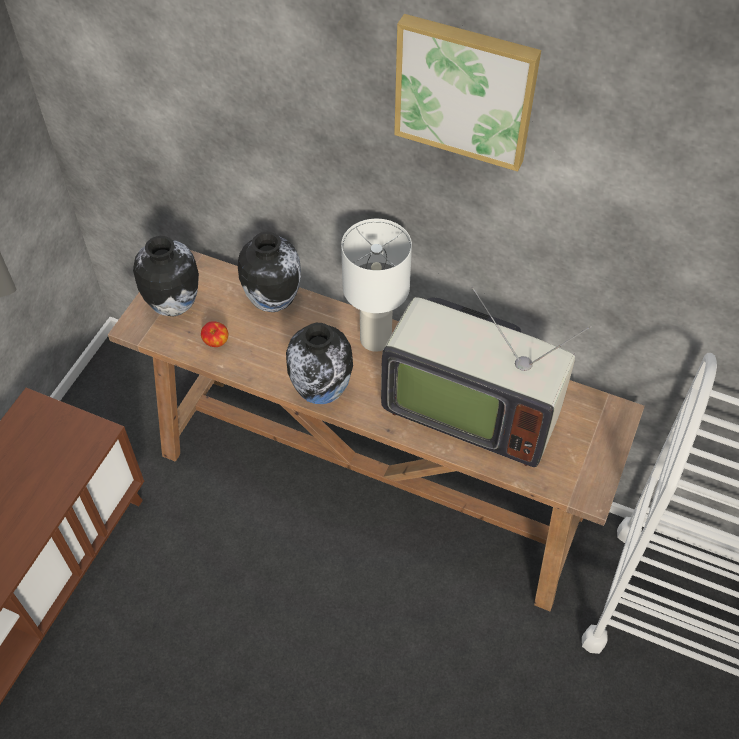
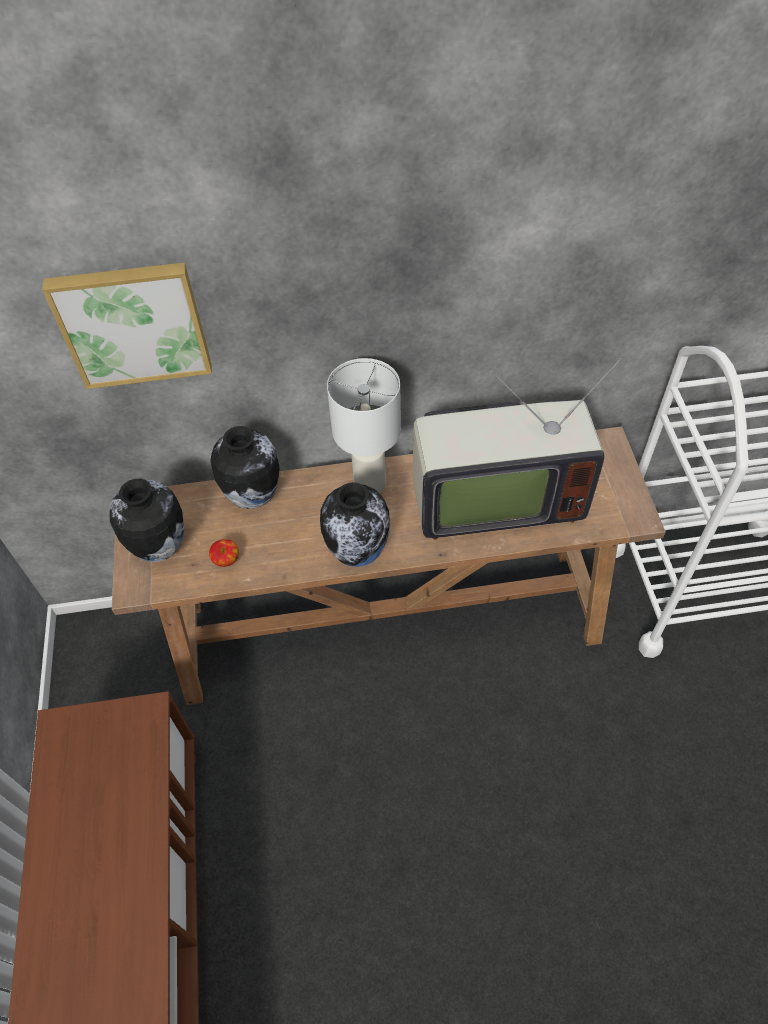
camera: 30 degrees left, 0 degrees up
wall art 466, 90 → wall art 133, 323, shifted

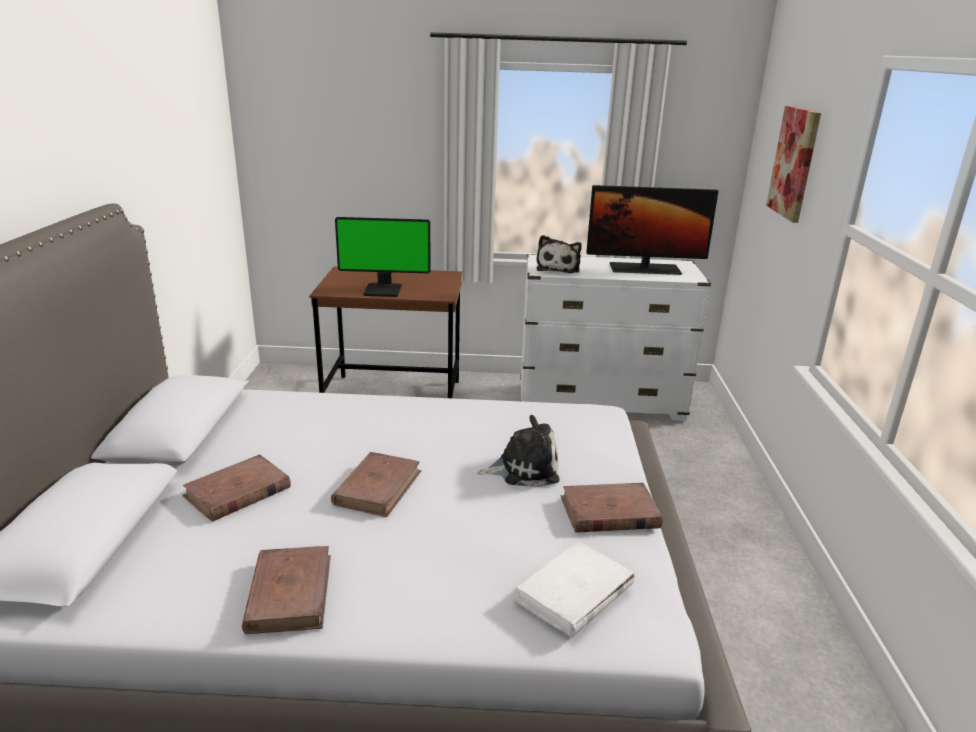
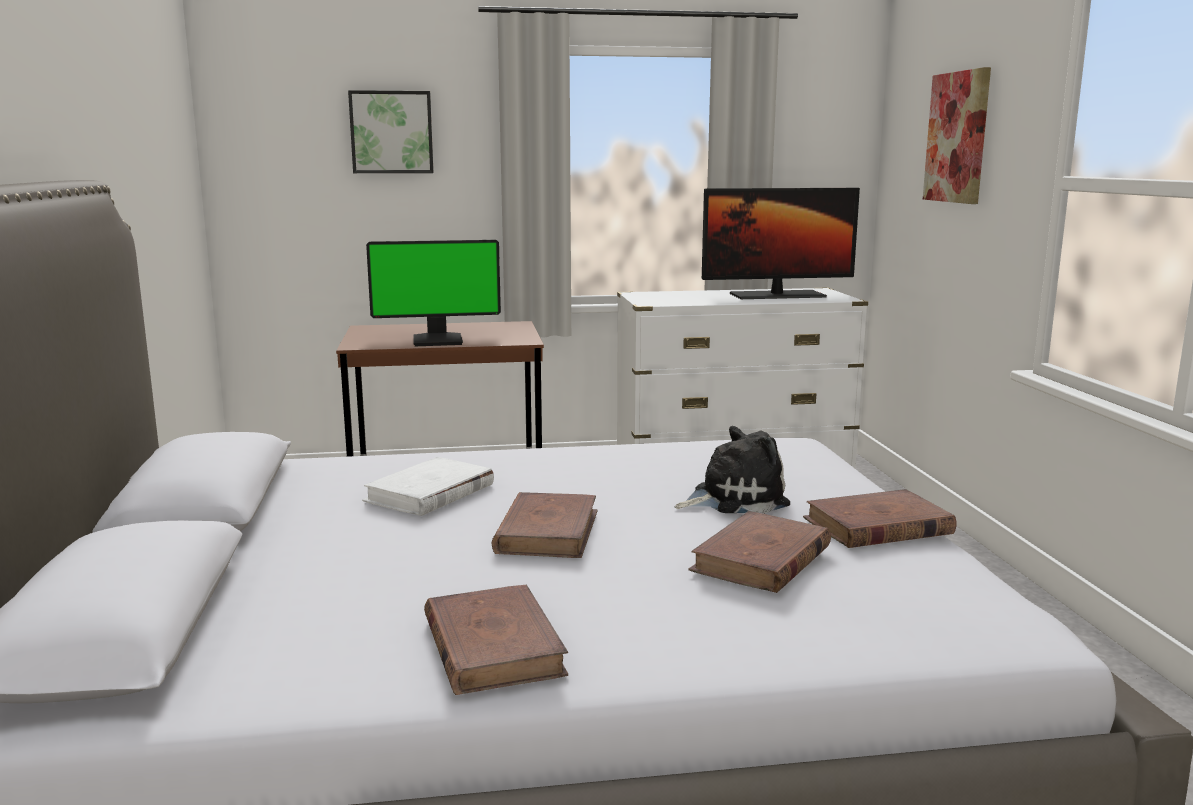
camera: 10 degrees left, 10 degrees down
soft toy 558, 268 → -
- → wall art 391, 132
brown bound book 237, 492 → brown bound book 761, 559, shifted
white bound book 574, 593 → white bound book 429, 493, shifted

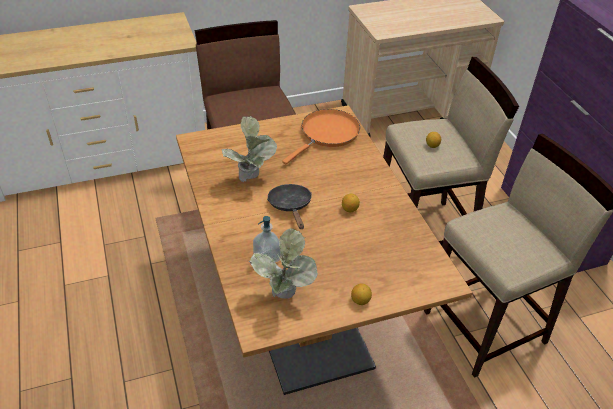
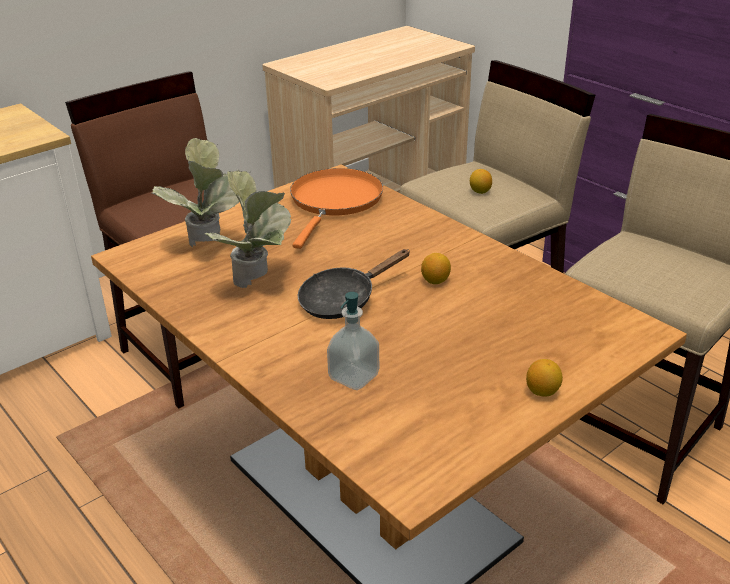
camera: 20 degrees left, 10 degrees down
plant in a pot 284, 299 → plant in a pot 208, 247, shifted
blackish pan 290, 206 → blackish pan 343, 300, 90 degrees counterclockwise

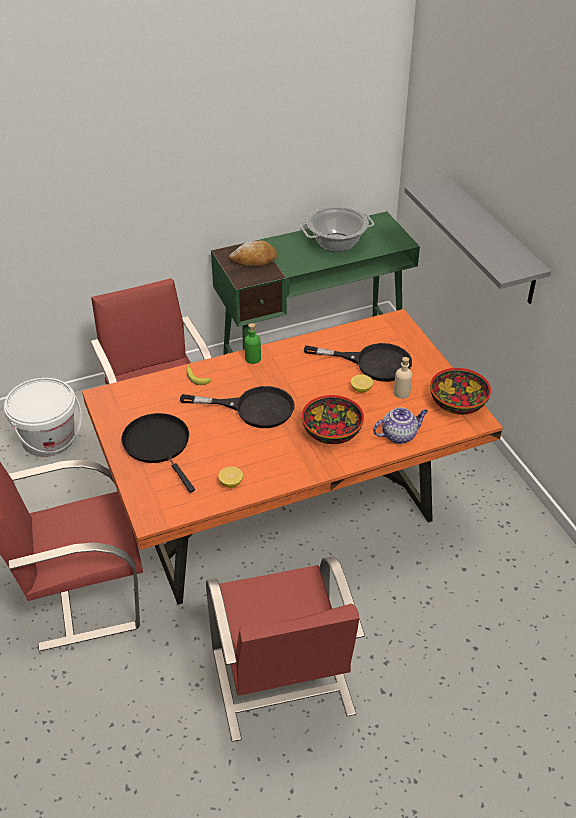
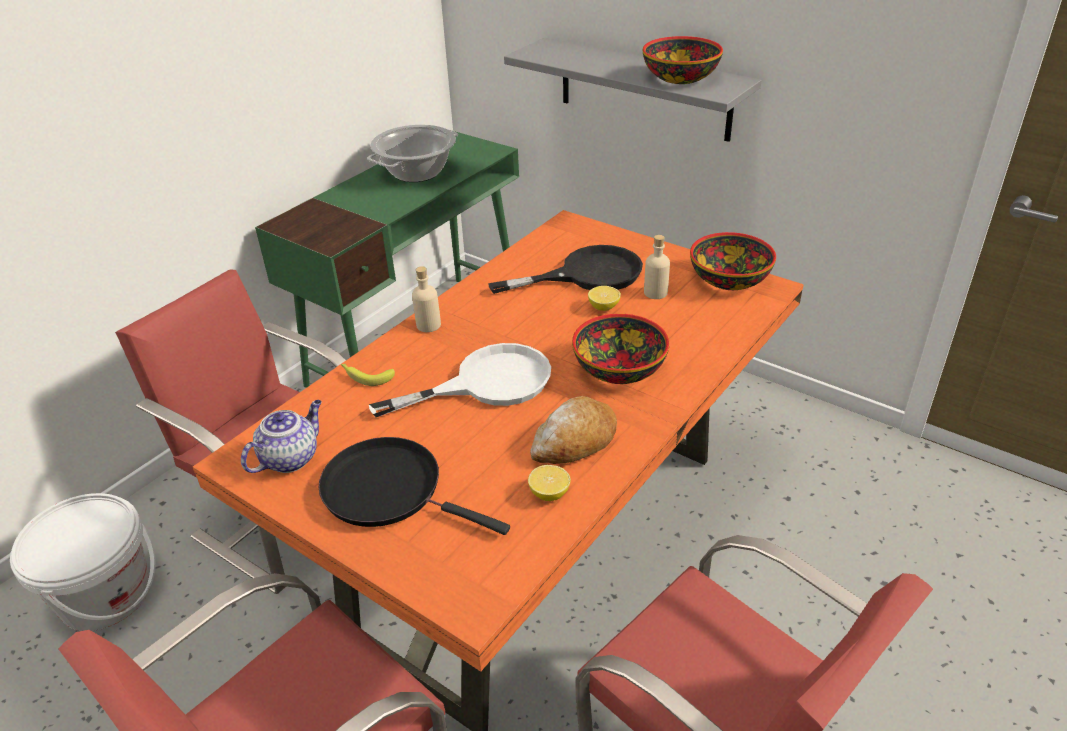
camera: 30 degrees left, 5 degrees down
- → serving bowl 681, 77
bread 254, 260 → bread 574, 441, shifted
pot for tea 399, 435 → pot for tea 290, 458, shifted
blackish pan 253, 408 → white pan 487, 383
green bottle 253, 359 → beige bottle 428, 325

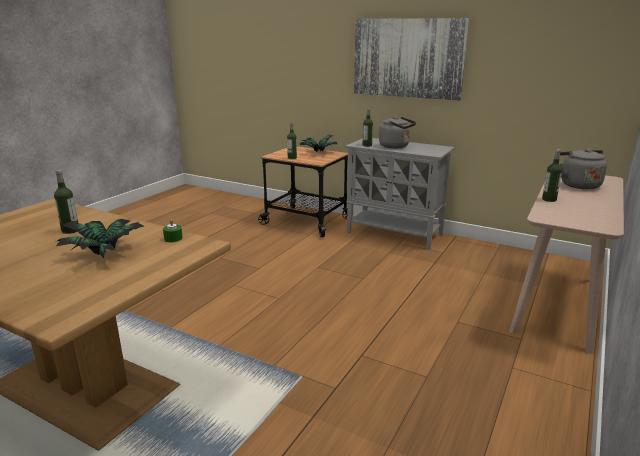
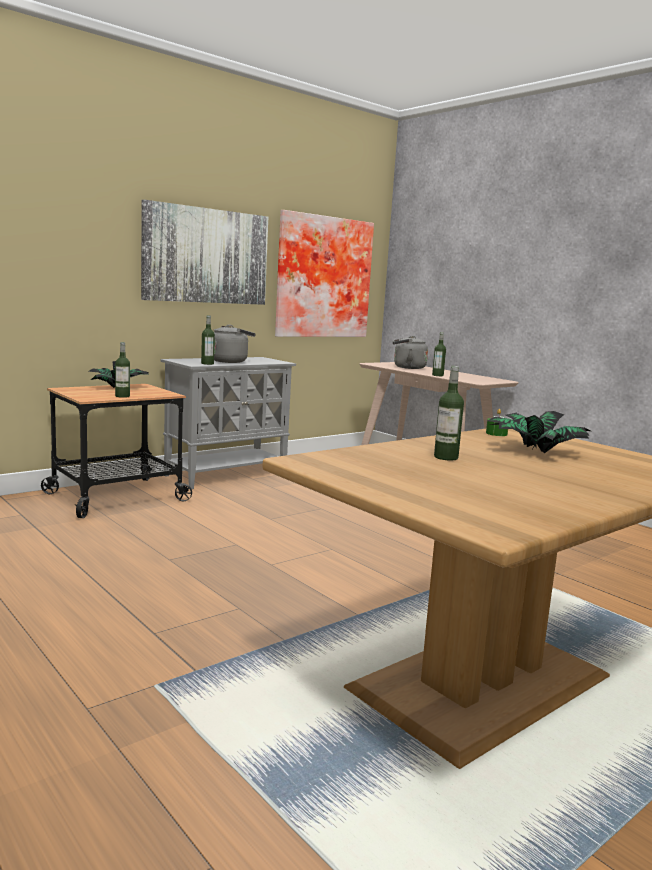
camera: 70 degrees left, 10 degrees down
- → wall art 322, 277

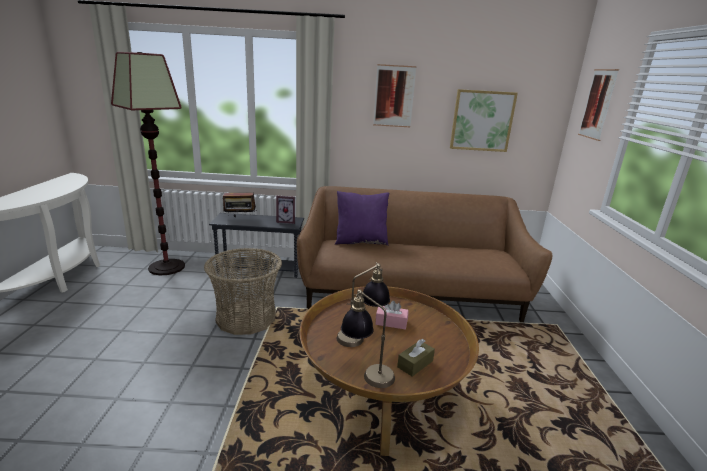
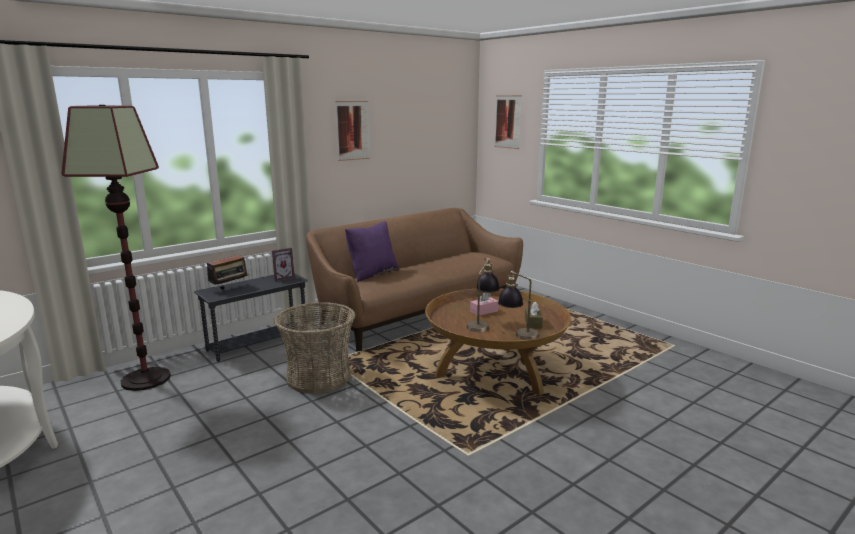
camera: 40 degrees left, 5 degrees down
wall art 482, 121 → -

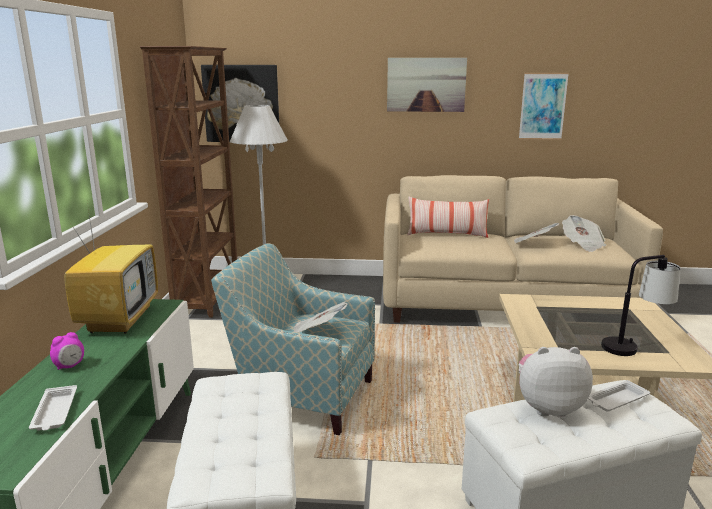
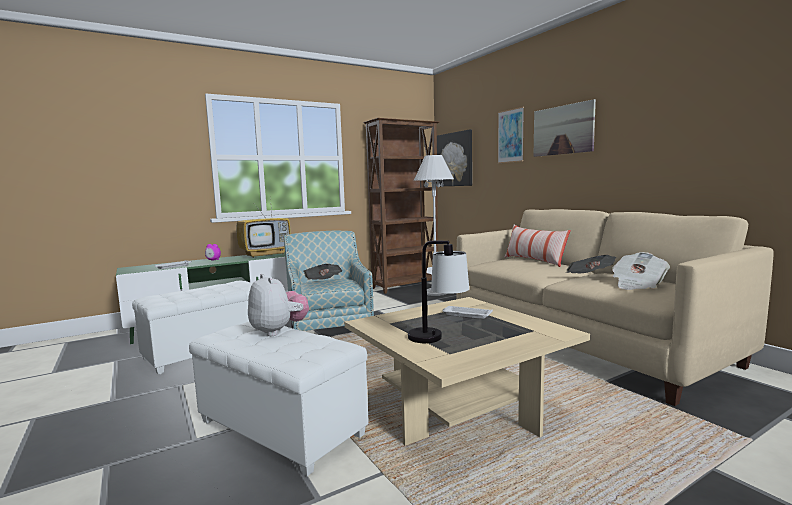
camera: 55 degrees right, 10 degrees down
wall art 543, 106 → wall art 510, 136, shifted
white carrying tray 616, 400 → white carrying tray 466, 314, shifted

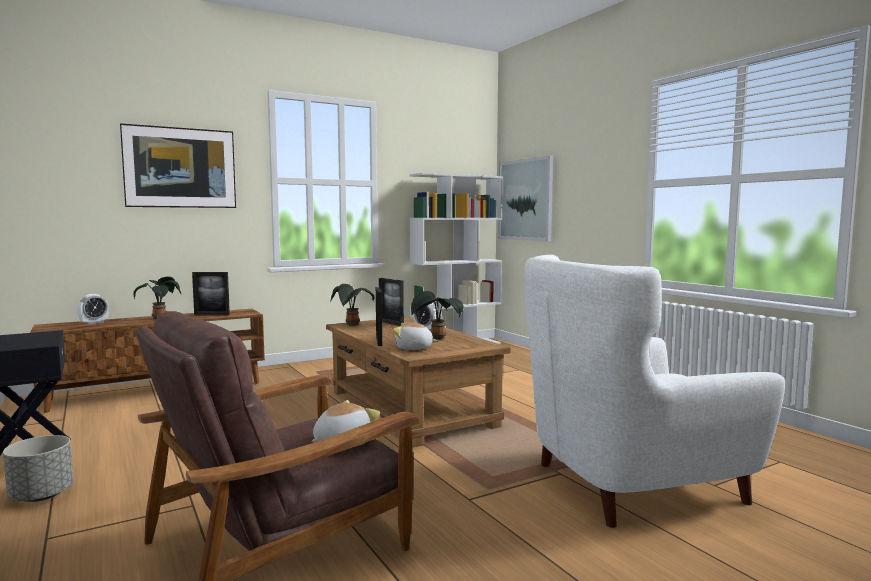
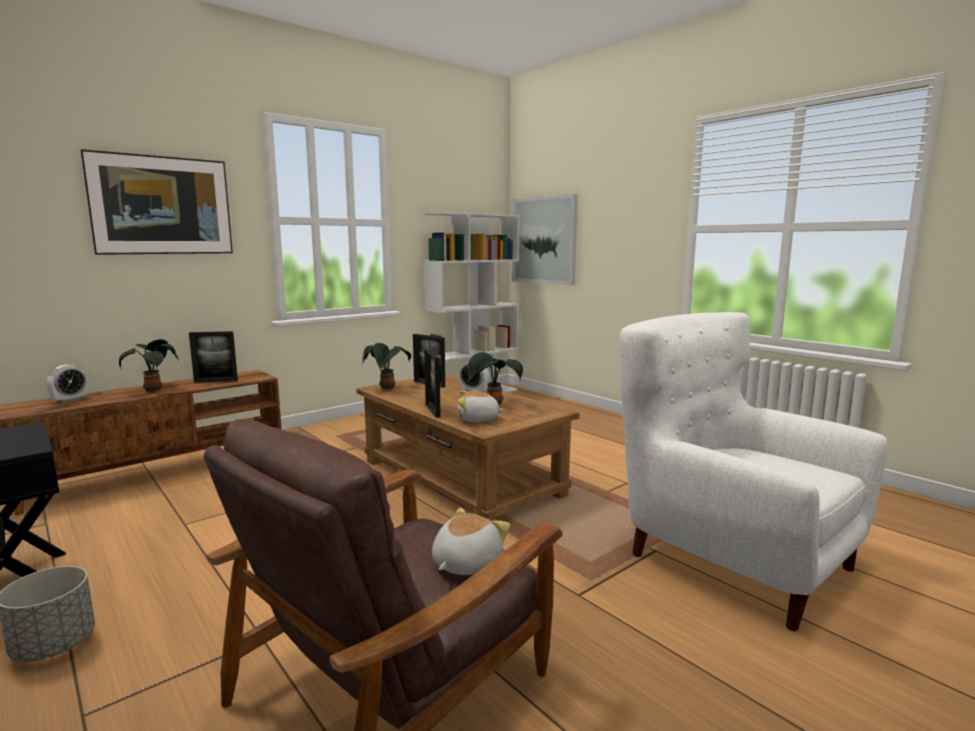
camera: 10 degrees left, 5 degrees up
white easy chair 631, 484 → white easy chair 731, 558, 75 degrees clockwise

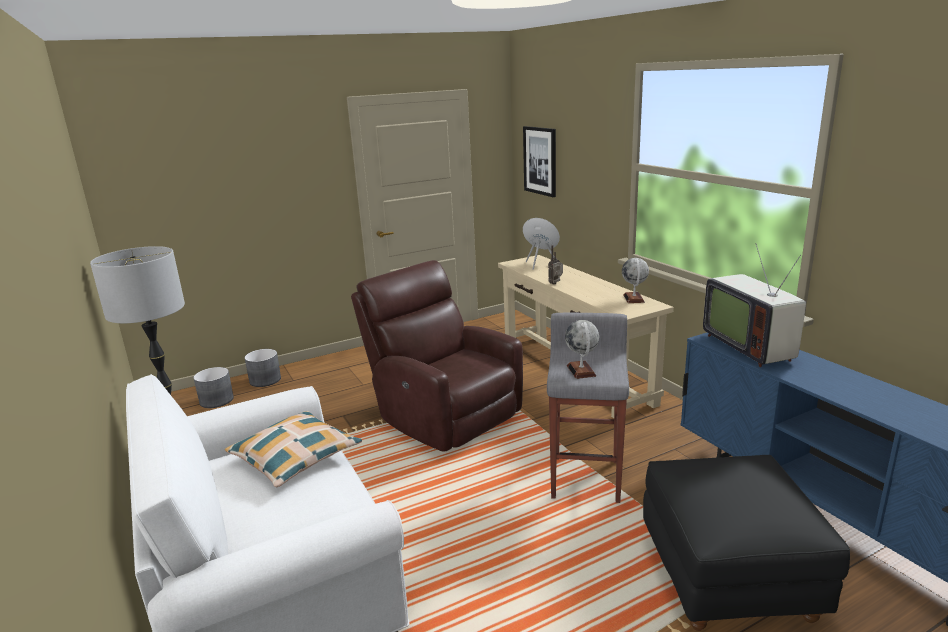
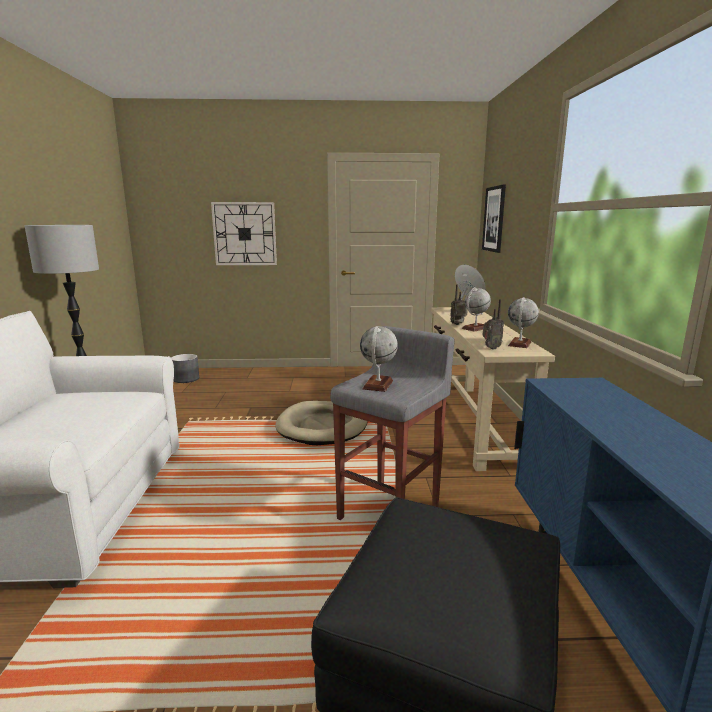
camera: 25 degrees right, 5 degrees down
cushion 295, 457 → -
greyish planter 265, 380 → -
TV 750, 346 → -
- → clock on the wall 244, 234
- → globe 475, 328
- → radio receiver 490, 348
brown easy chair 444, 416 → beige pet bed 323, 426

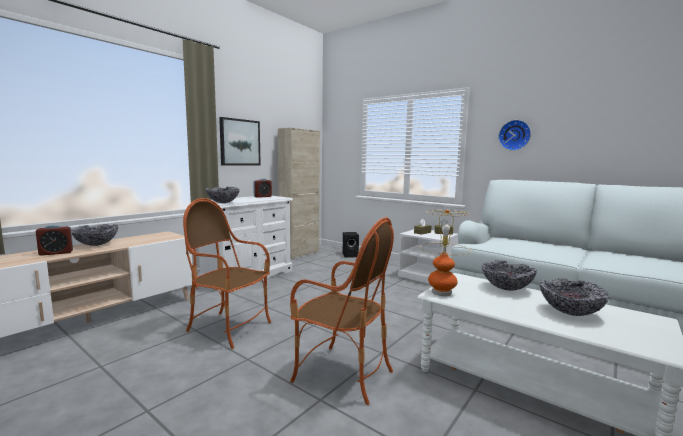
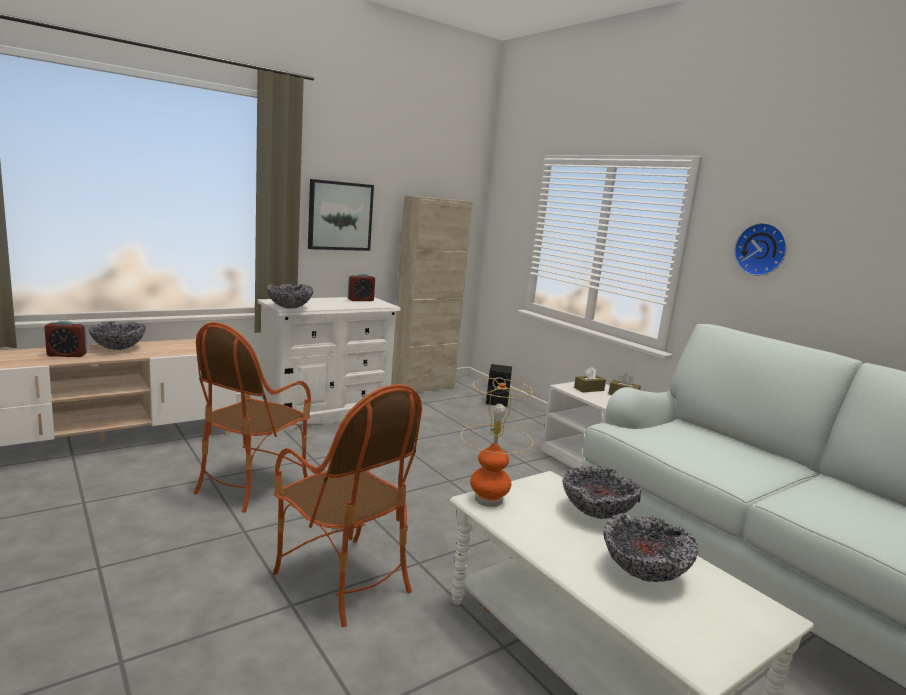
camera: 15 degrees right, 5 degrees up
easy chair 229, 328 → easy chair 251, 484, 105 degrees counterclockwise

